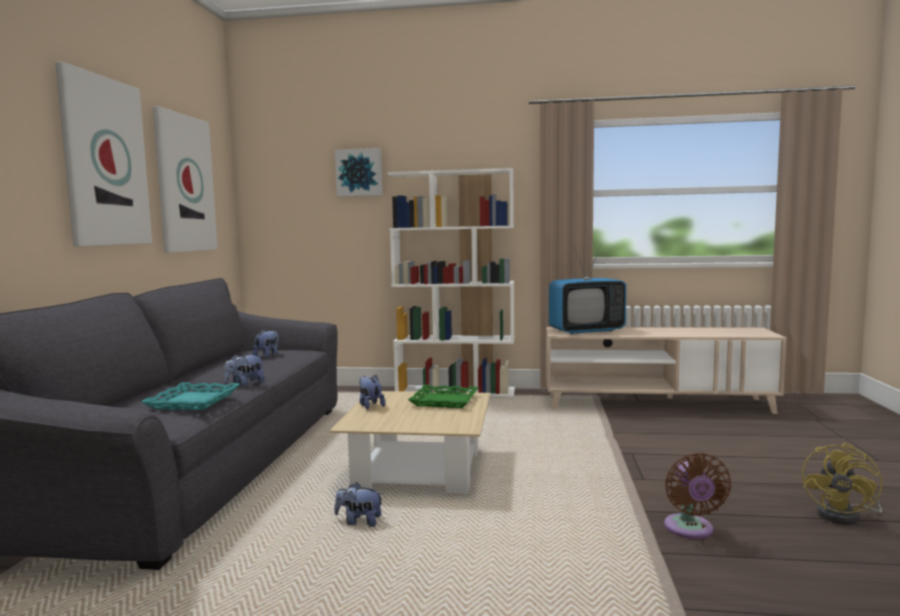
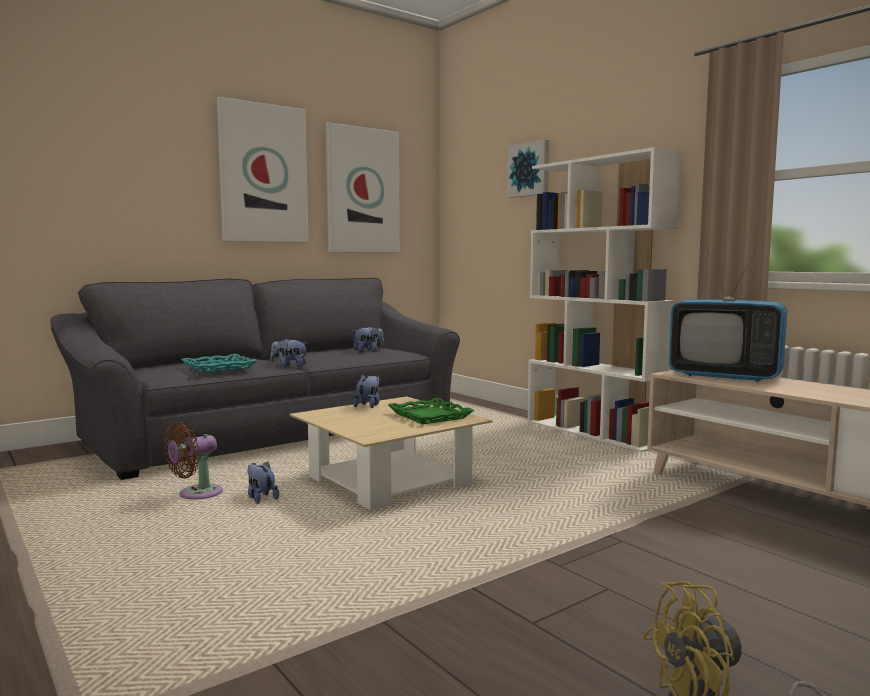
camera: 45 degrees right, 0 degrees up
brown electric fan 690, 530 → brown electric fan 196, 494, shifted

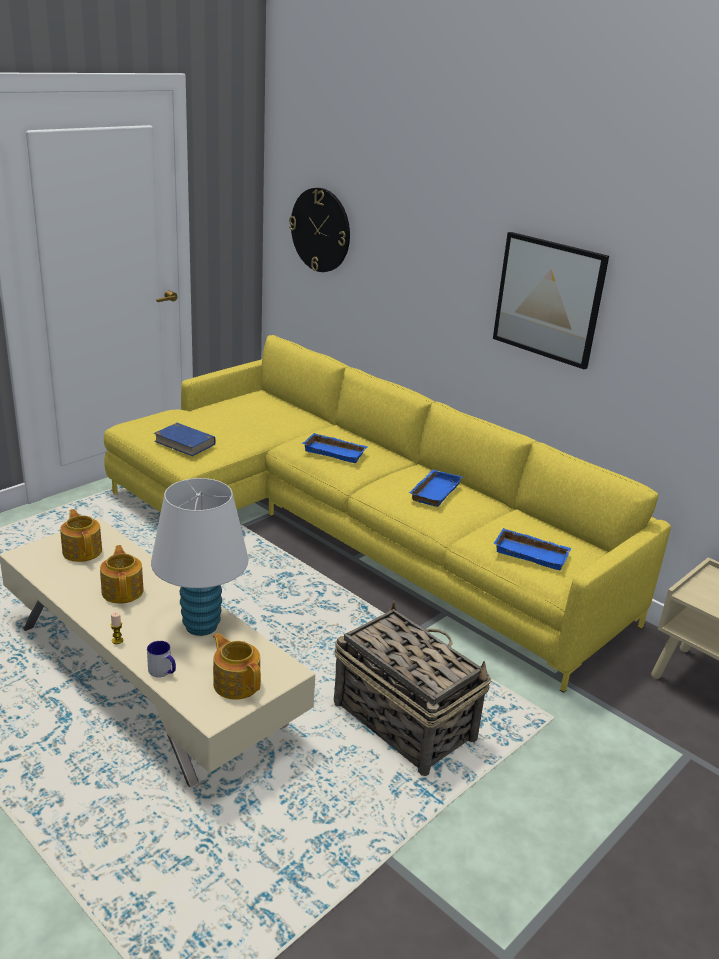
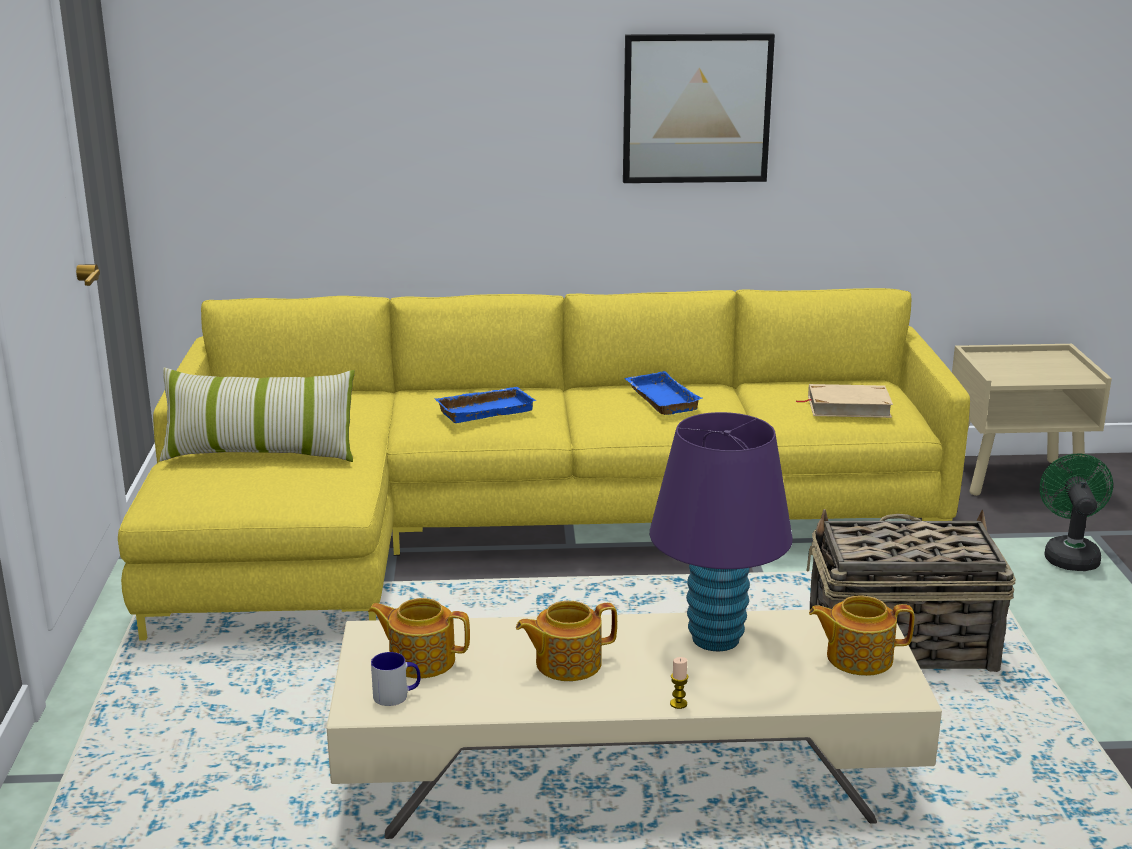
camera: 45 degrees left, 5 degrees down
blue-coloured bound book 184, 443 → -
clock on the wall 321, 230 → -
- → cushion 260, 453
- → green electric fan 1069, 555
mug 163, 671 → mug 397, 695, shifted
blue-coloured carrying tray 532, 553 → beige bound book 848, 406
white tabletop lamp 201, 626 → purple-coloured tabletop lamp 716, 639
pot for tea 123, 591 → pot for tea 566, 663, 45 degrees counterclockwise

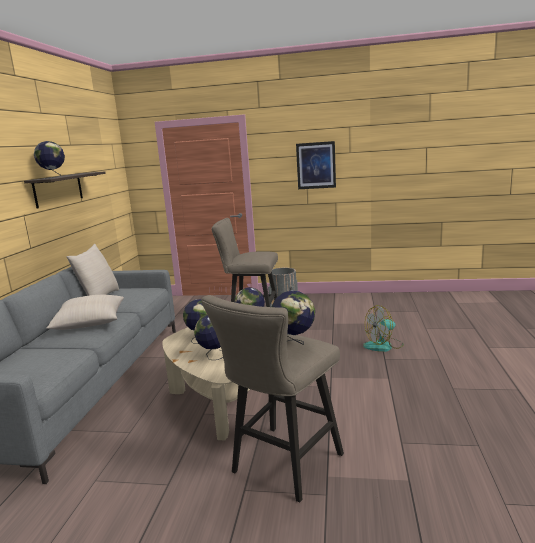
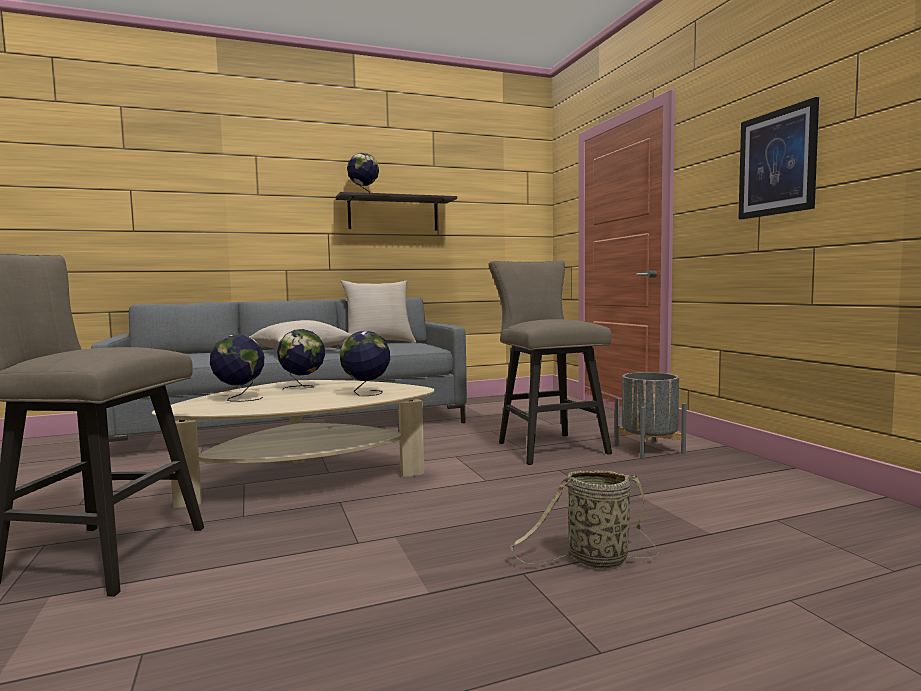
camera: 60 degrees right, 10 degrees down
globe 294, 344 → -
electric fan 383, 345 → household basket 593, 560

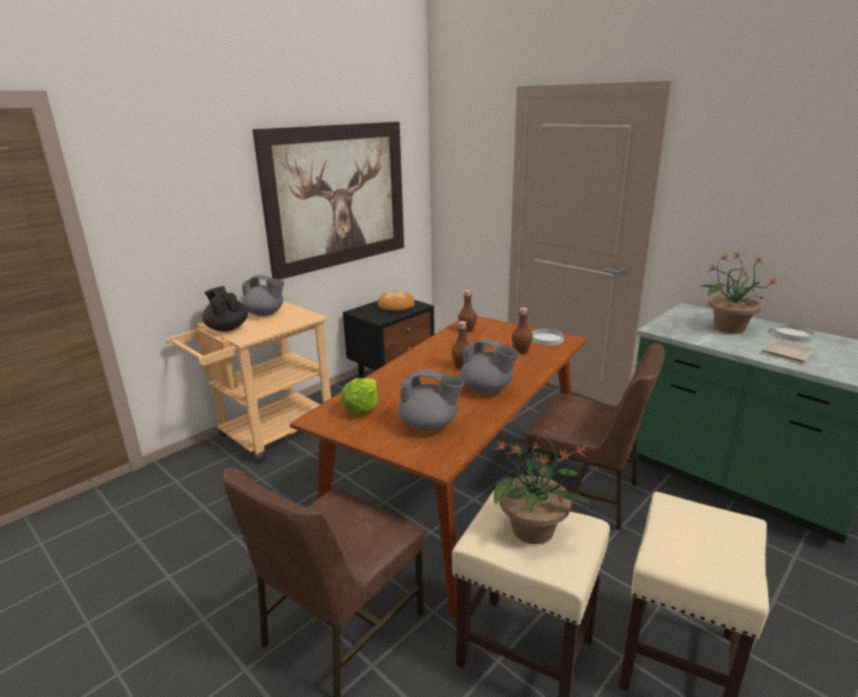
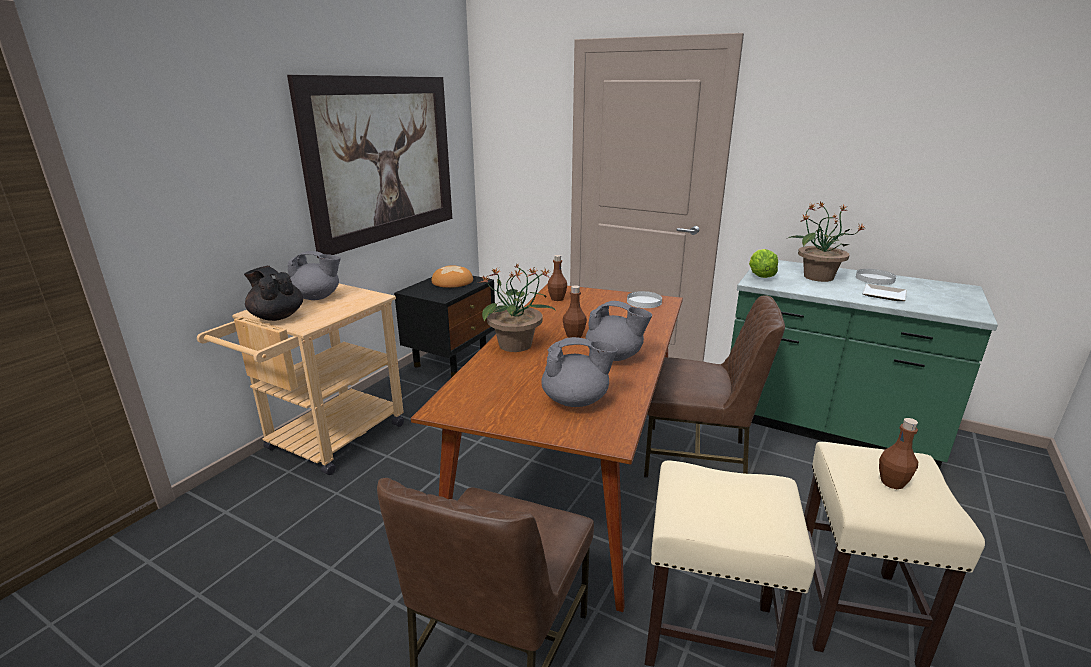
camera: 15 degrees left, 0 degrees up
lettuce head 361, 409 → lettuce head 760, 276, shifted
plant in a pot 534, 530 → plant in a pot 516, 345, shifted
brown bottle 521, 351 → brown bottle 892, 482, shifted

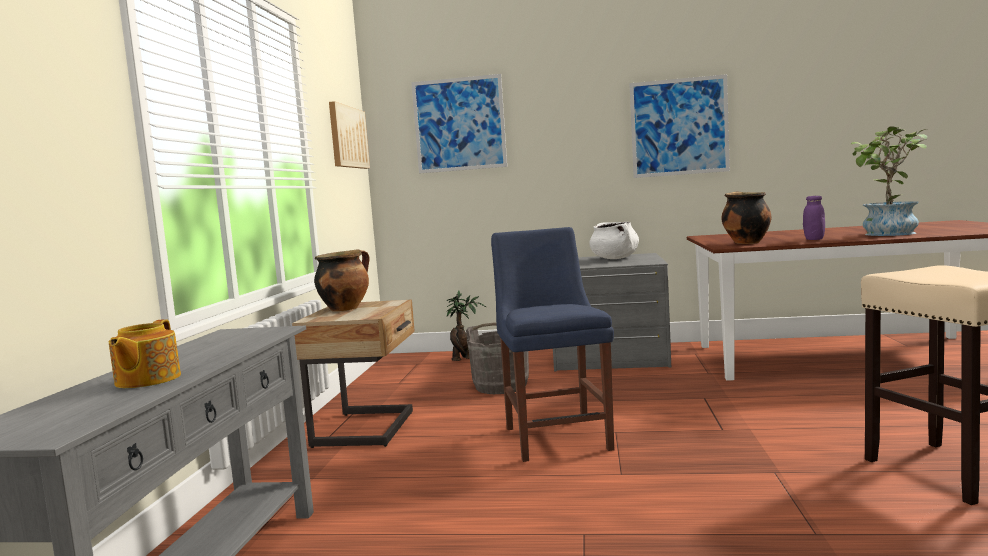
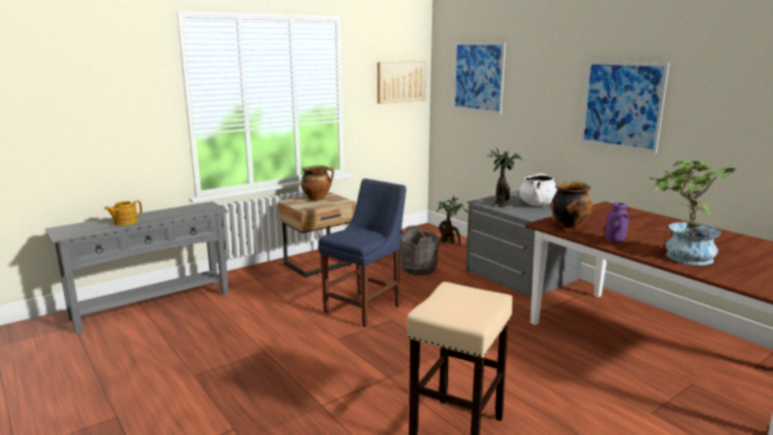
camera: 45 degrees right, 10 degrees up
- → plant in a pot 501, 205

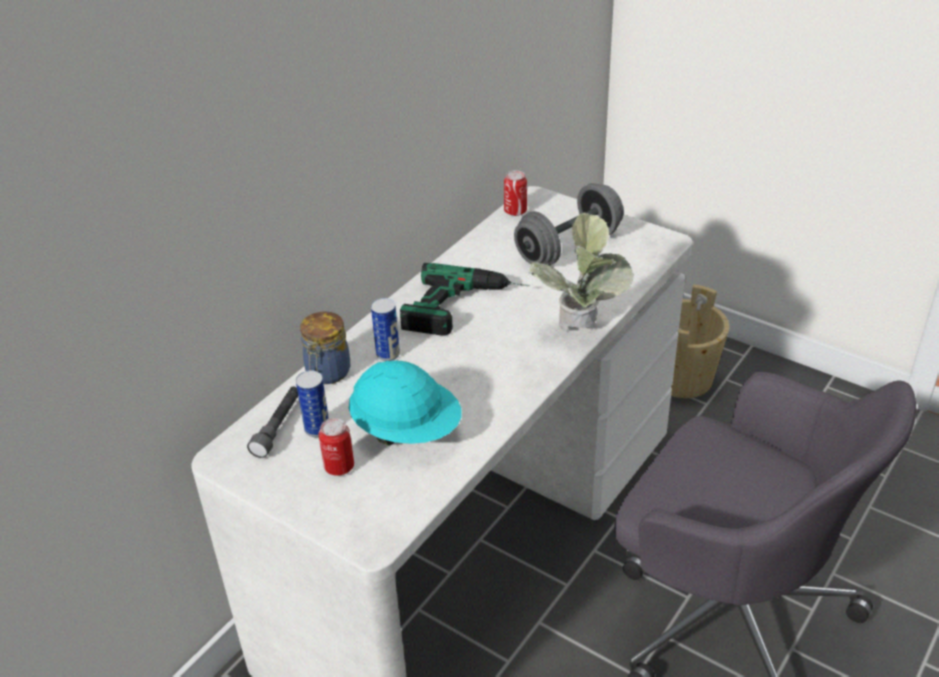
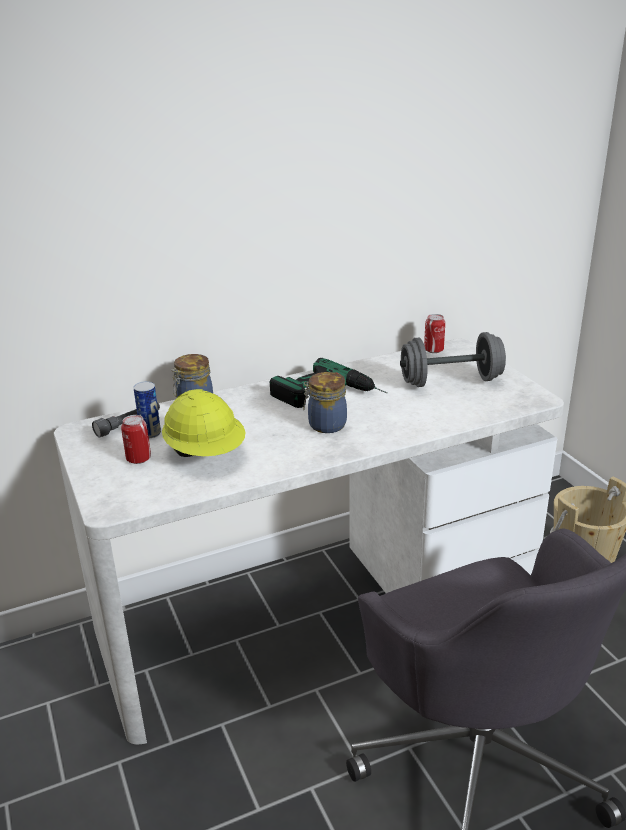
camera: 30 degrees right, 10 degrees down
sealed can 388, 354 → -
plant in a pot 580, 332 → -
- → jar 325, 425
turquoise safety helmet 407, 430 → yellow safety helmet 206, 453

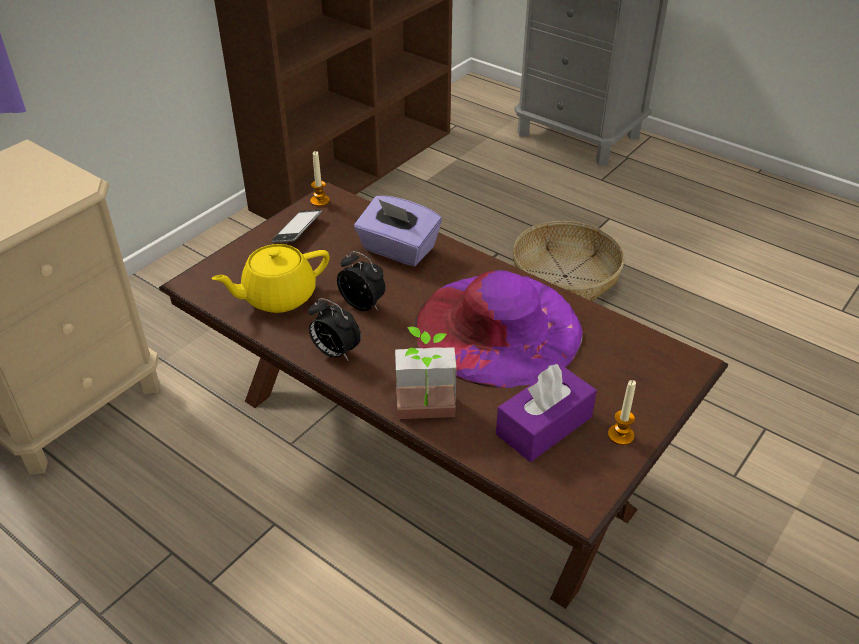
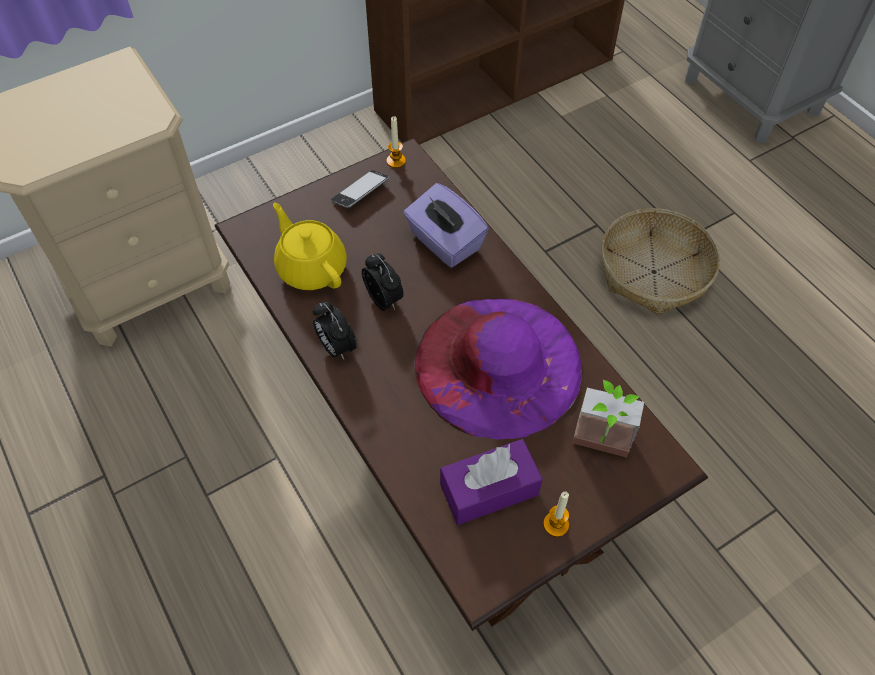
camera: 20 degrees right, 15 degrees up
plant in a pot 426, 416 → plant in a pot 599, 448, shifted
yellow pot for tea 278, 296 → yellow pot for tea 311, 267, 60 degrees clockwise

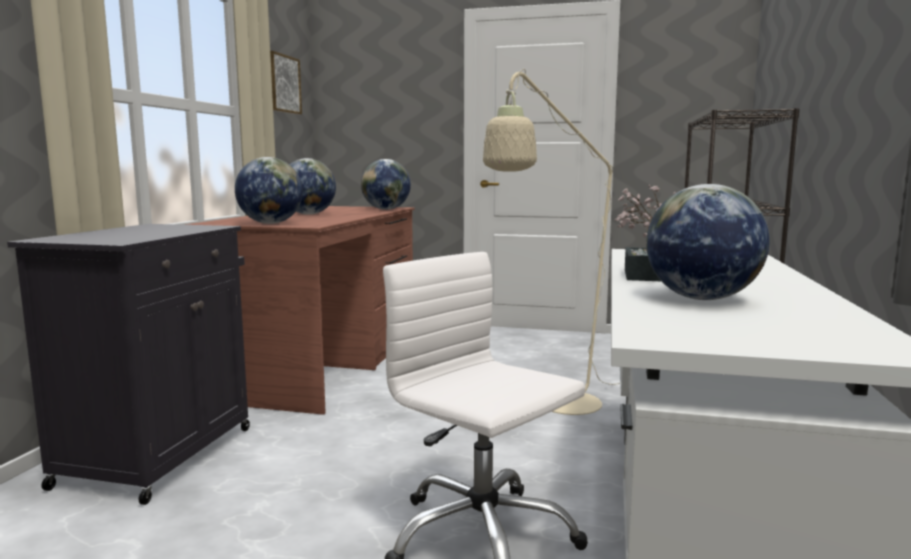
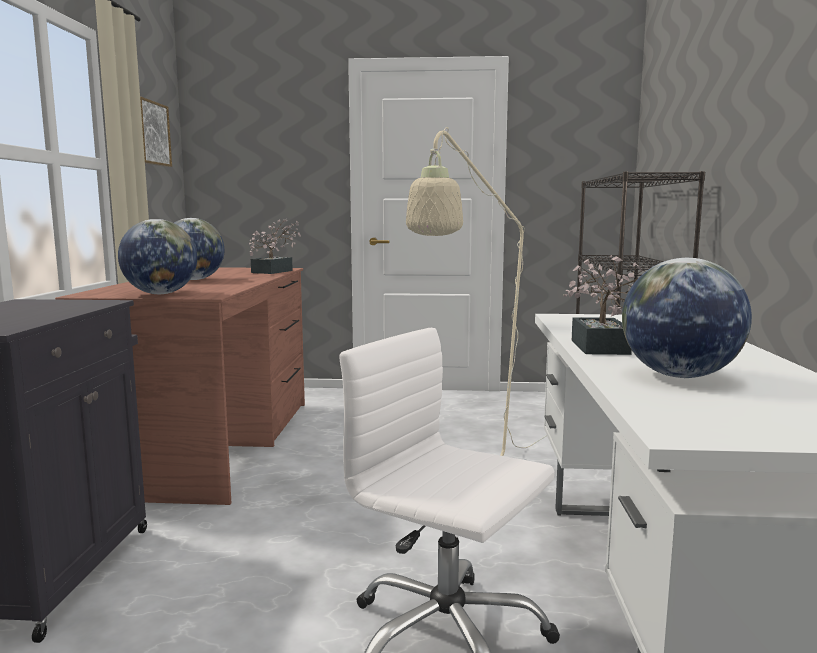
camera: 10 degrees left, 0 degrees up
globe 386, 209 → plant in a pot 275, 271

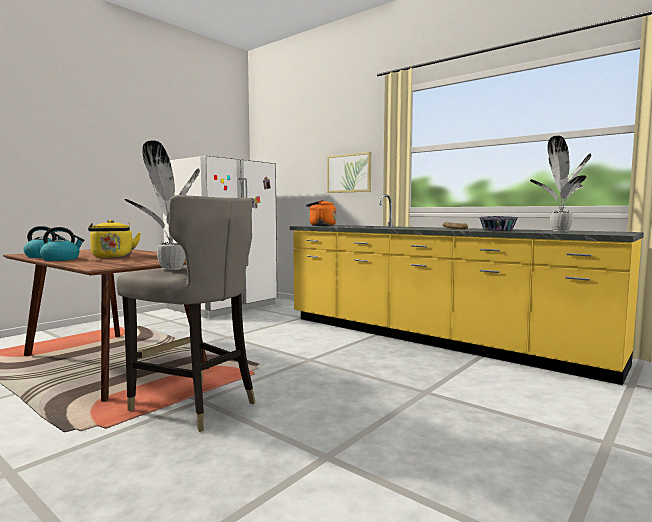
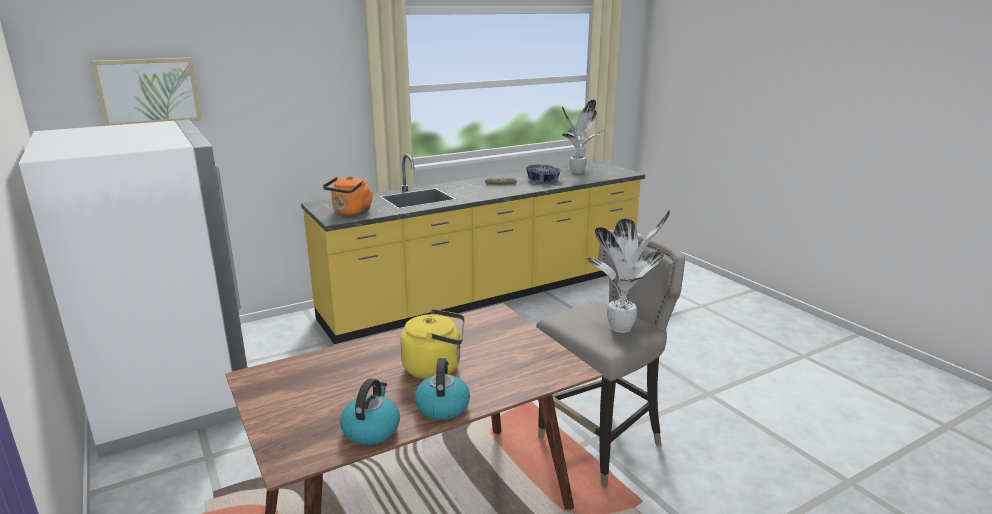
camera: 70 degrees left, 15 degrees up
wall art 349, 173 → wall art 148, 91, shifted

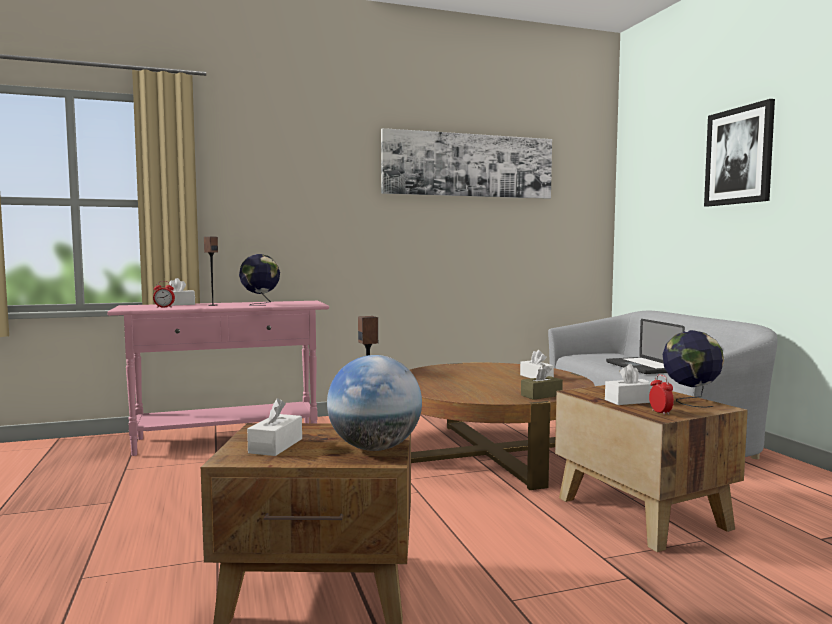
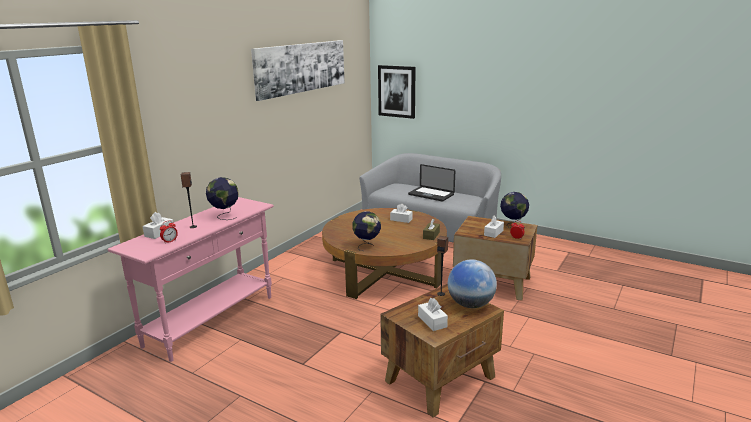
camera: 40 degrees left, 15 degrees up
- → globe 367, 246
wall art 739, 156 → wall art 397, 91, shifted

